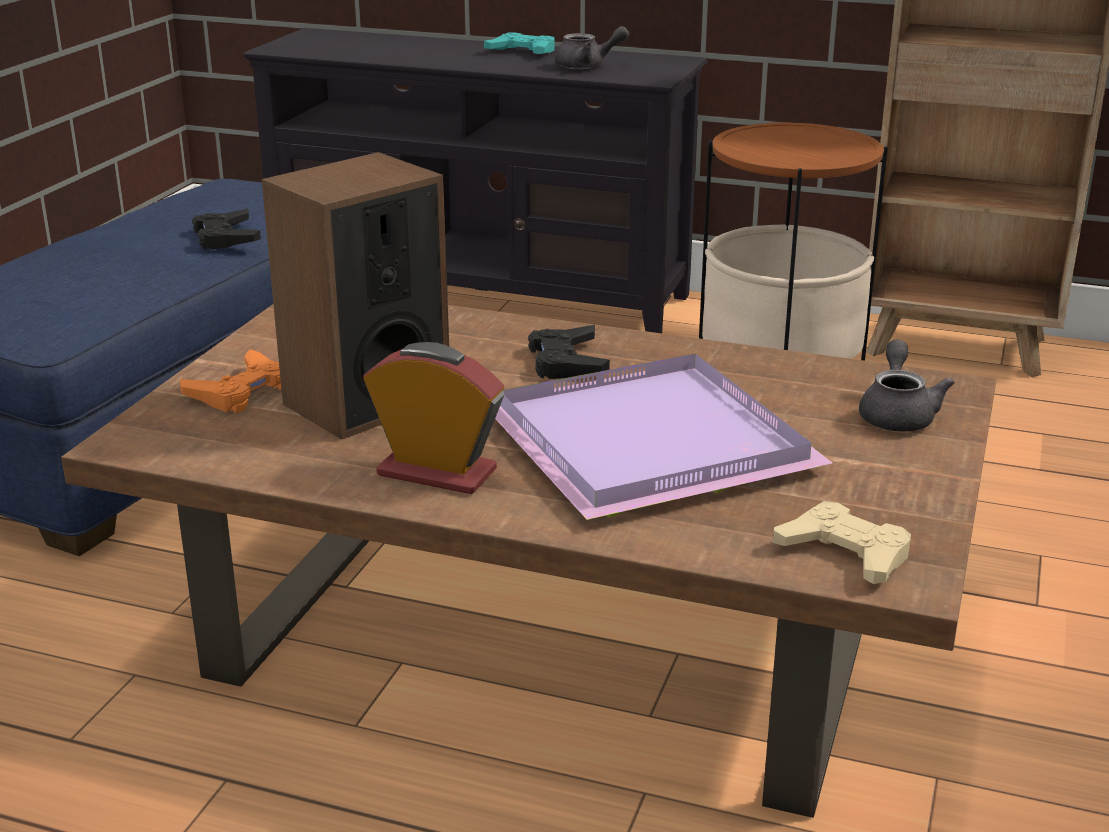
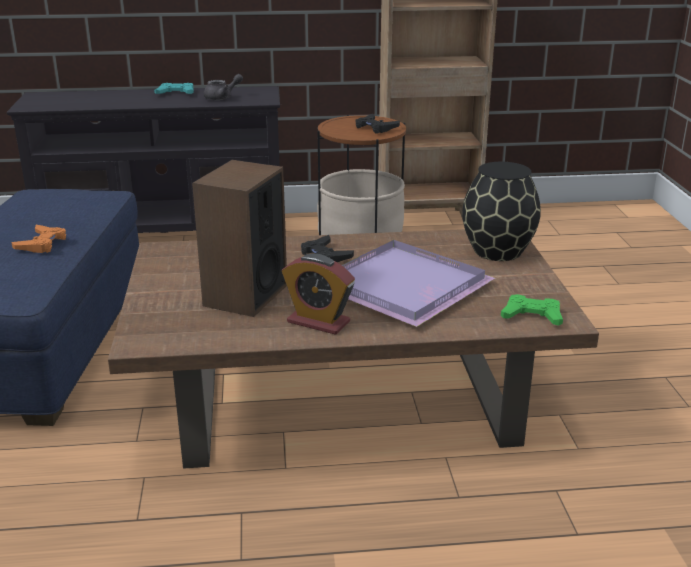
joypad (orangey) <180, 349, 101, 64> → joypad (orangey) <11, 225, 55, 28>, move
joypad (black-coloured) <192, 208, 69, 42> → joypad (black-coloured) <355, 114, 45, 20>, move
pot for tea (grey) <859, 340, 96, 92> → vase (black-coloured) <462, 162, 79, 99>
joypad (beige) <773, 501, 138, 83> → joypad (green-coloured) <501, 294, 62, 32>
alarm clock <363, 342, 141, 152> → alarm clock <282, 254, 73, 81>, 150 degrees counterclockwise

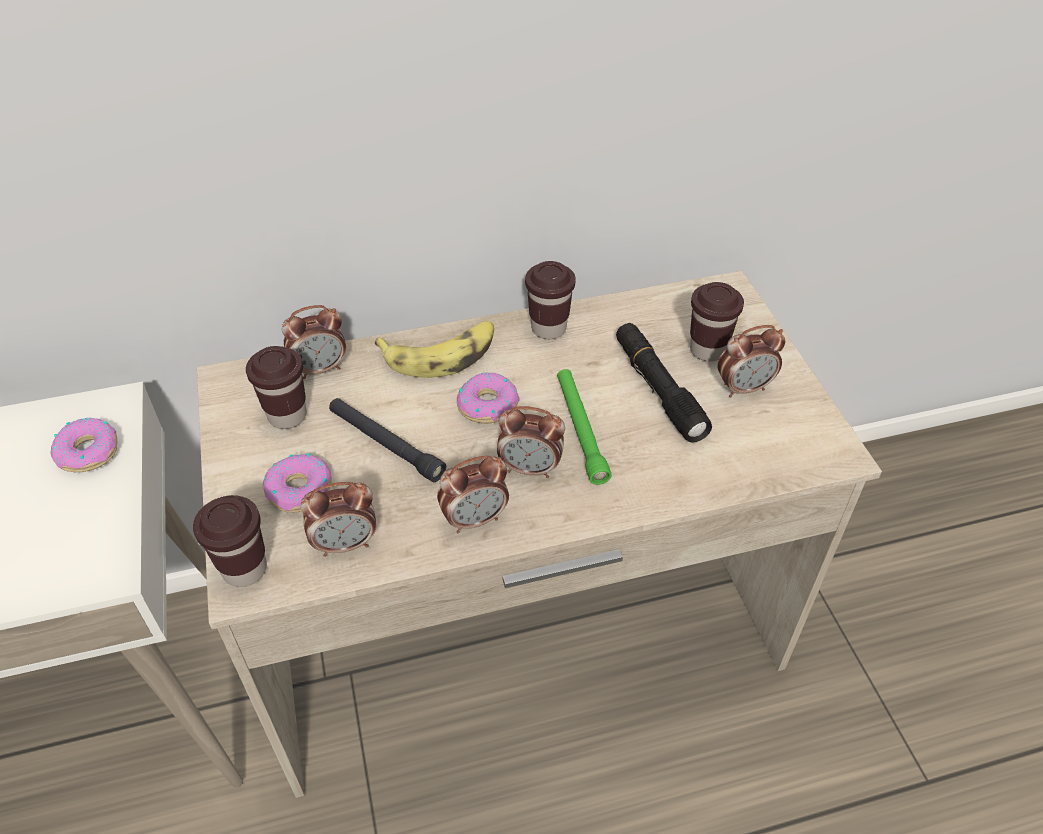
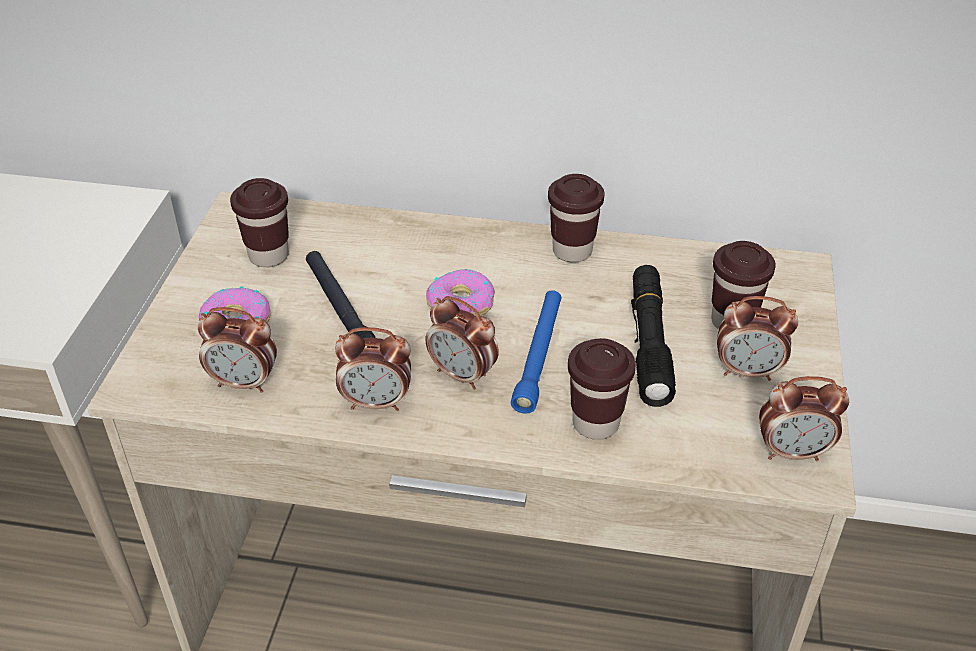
ring doughnut <50, 417, 67, 55> → -
whole banana <375, 321, 119, 57> → -
drinking cup (brown) <193, 495, 74, 92> → drinking cup (brown) <568, 338, 68, 102>, move
alarm clock <282, 305, 64, 74> → alarm clock <759, 376, 90, 85>, move
flashlight (green-coloured) <557, 369, 55, 116> → flashlight (bluish) <511, 290, 51, 124>

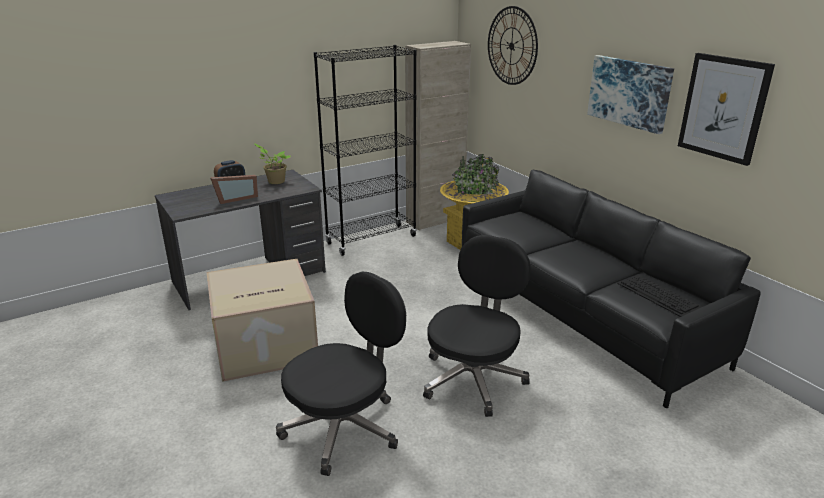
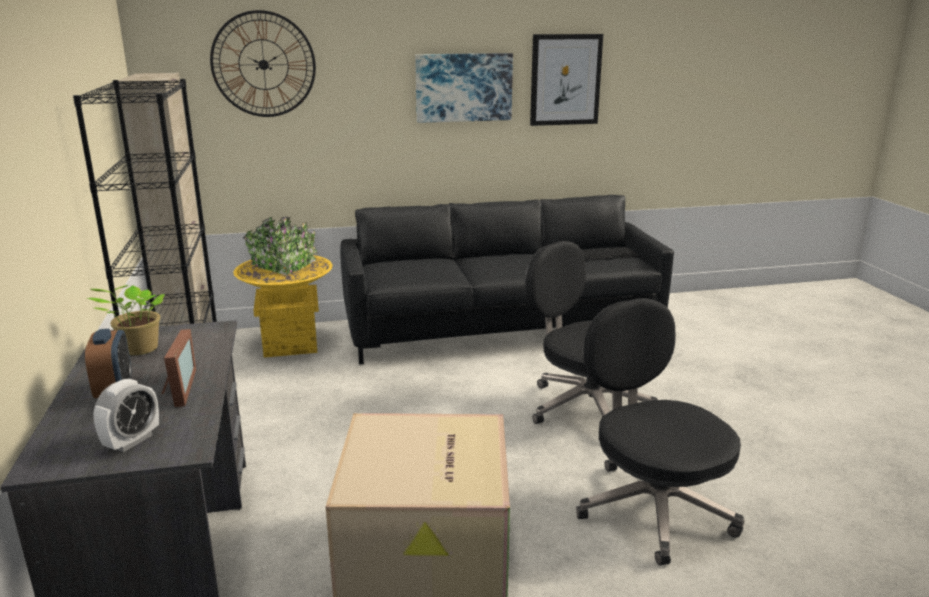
- → alarm clock <93, 379, 66, 73>

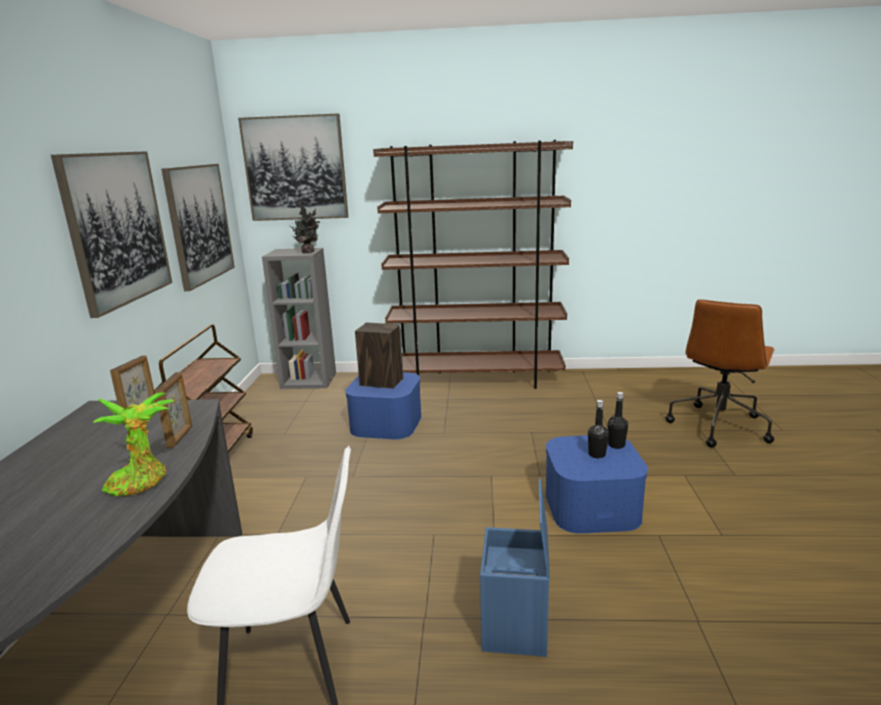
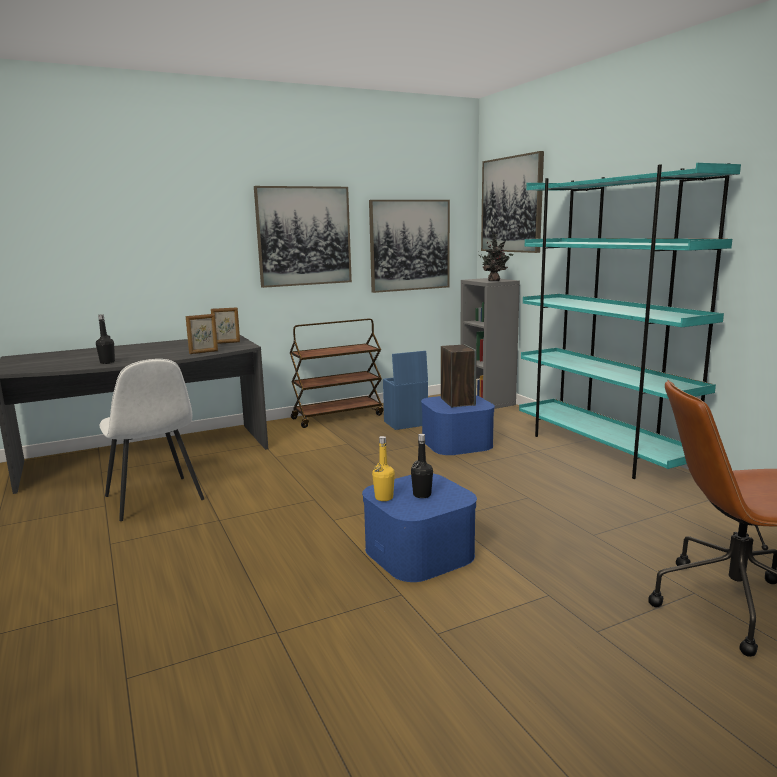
potted plant <93, 392, 81, 105> → -
- → drink bottle (yellowish) <372, 436, 23, 65>
storage bin (bluish) <480, 478, 70, 179> → storage bin (bluish) <383, 351, 45, 79>, move
drink bottle (black-coloured) <608, 392, 20, 57> → drink bottle (black-coloured) <96, 314, 19, 50>, move
shelving unit (brown) <373, 140, 200, 249> → shelving unit (turquoise) <519, 163, 222, 316>

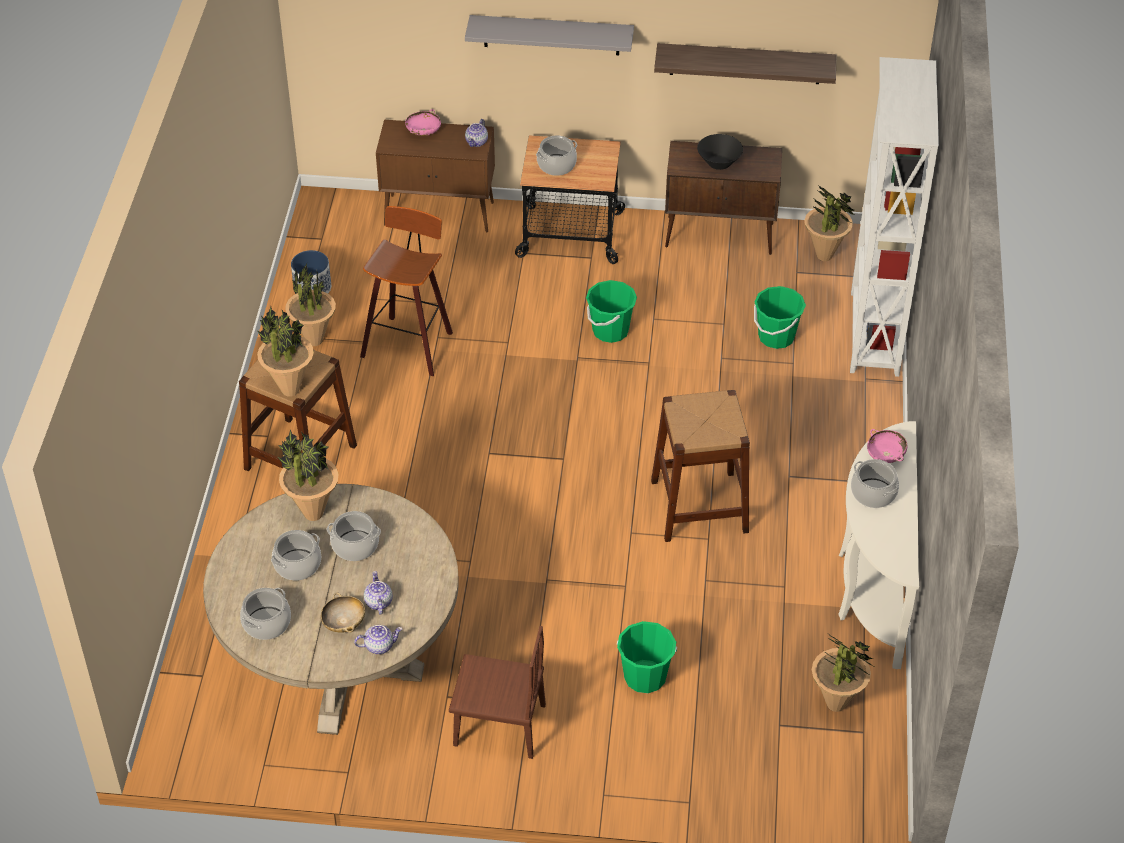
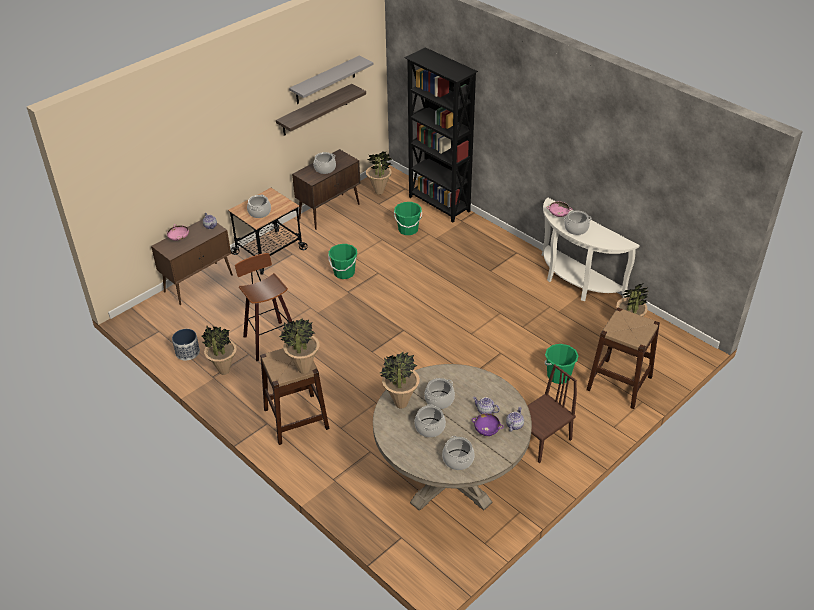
bracket shelf (grey) <465, 15, 169, 40> → bracket shelf (grey) <289, 56, 85, 48>, move
sitting stool (brown) <651, 390, 99, 152> → sitting stool (brown) <587, 308, 73, 101>, move
serving bowl (black-coloured) <697, 134, 46, 36> → saucepot <313, 152, 23, 22>
serving bowl (beige) <321, 593, 44, 40> → serving bowl (purple-coloured) <471, 413, 33, 23>
shelving unit (white-coloured) <850, 57, 89, 320> → shelving unit (black-coloured) <404, 47, 74, 176>

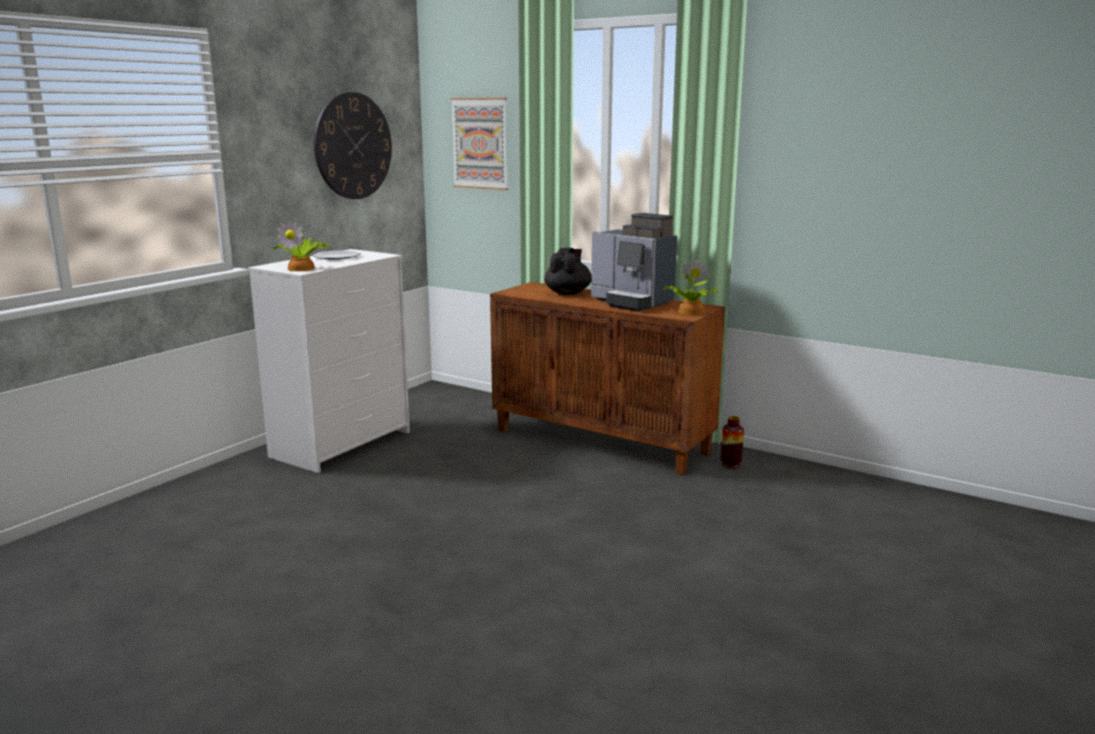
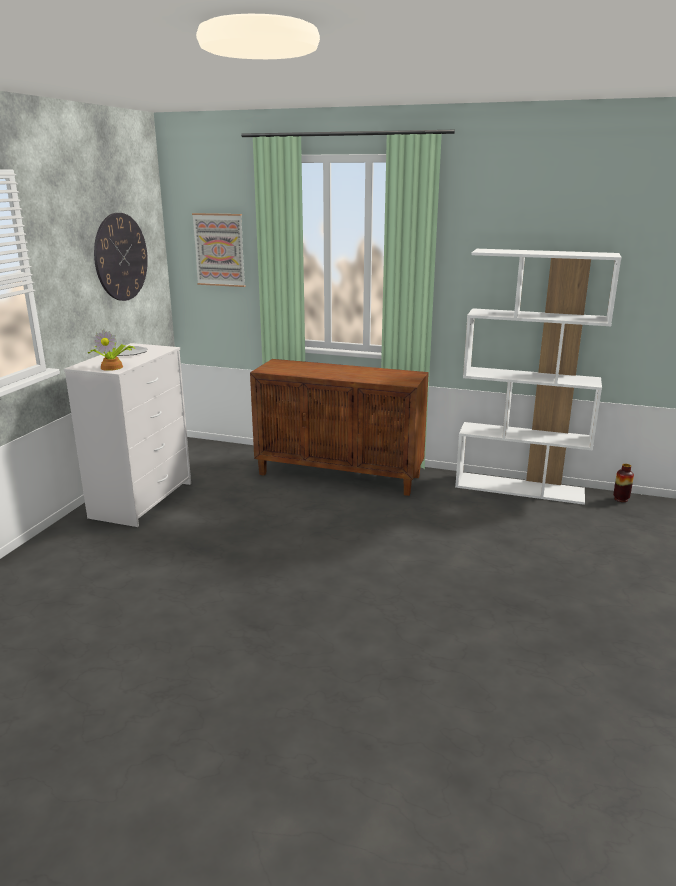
pot for tea (black-coloured) <545, 248, 46, 47> → -
coffee maker <591, 213, 86, 98> → -
potted plant <663, 259, 55, 56> → -
- → shelving unit (white-coloured) <455, 249, 167, 256>
vase <721, 416, 23, 52> → vase <613, 464, 21, 38>, move

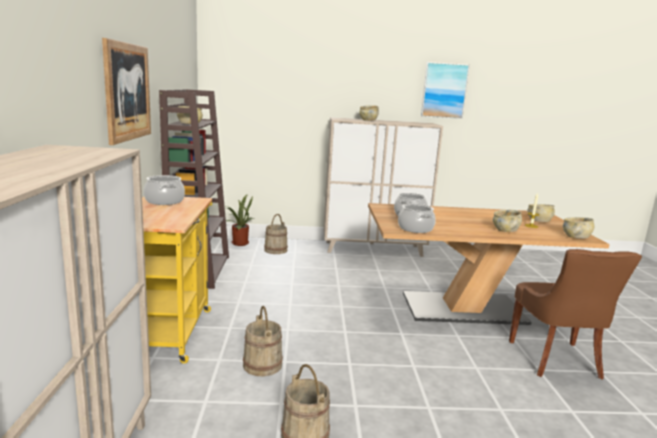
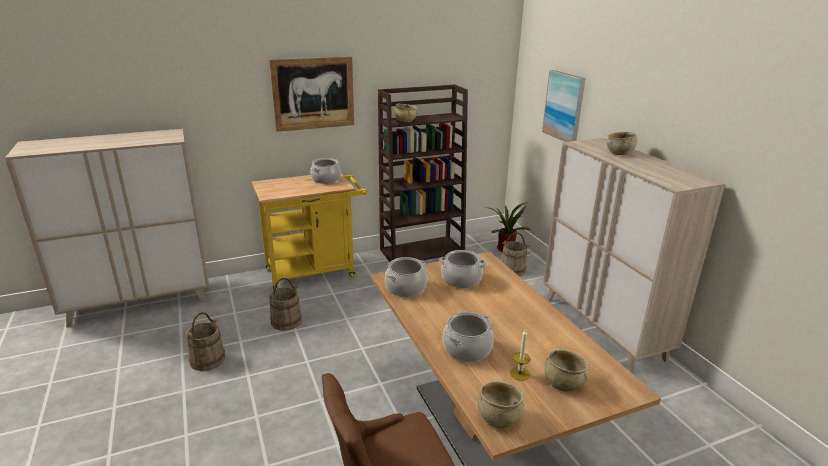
wall art <421, 62, 49, 57> → wall art <542, 70, 44, 72>, move
serving bowl (beige) <493, 210, 29, 22> → saucepot <442, 312, 52, 50>

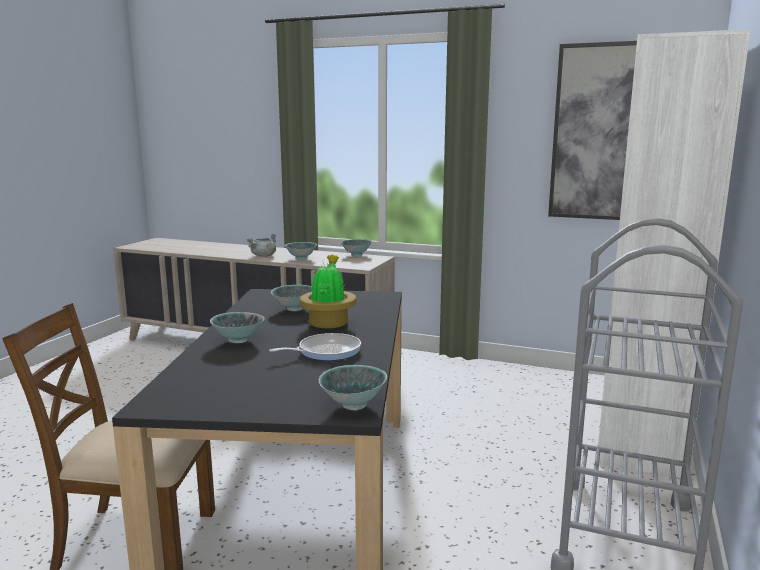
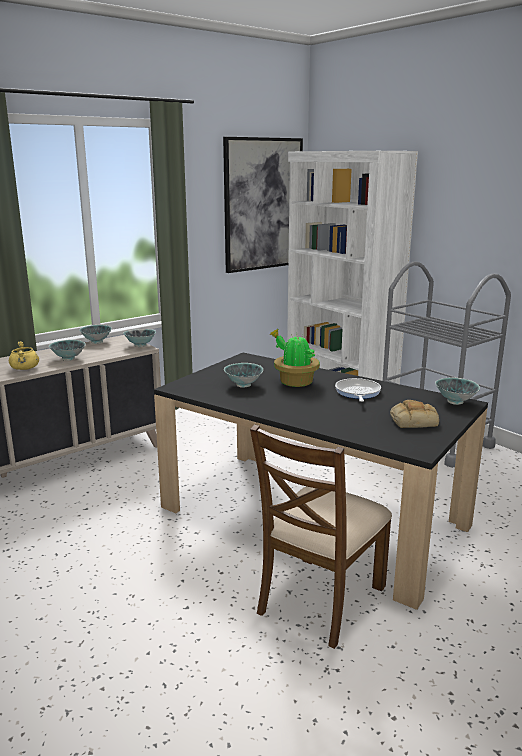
- → baked bread <390, 400, 49, 28>
serving bowl <210, 312, 55, 31> → serving bowl <123, 329, 33, 18>, move
saucepot (grey) <246, 233, 31, 24> → saucepot (yellowish) <9, 341, 30, 29>

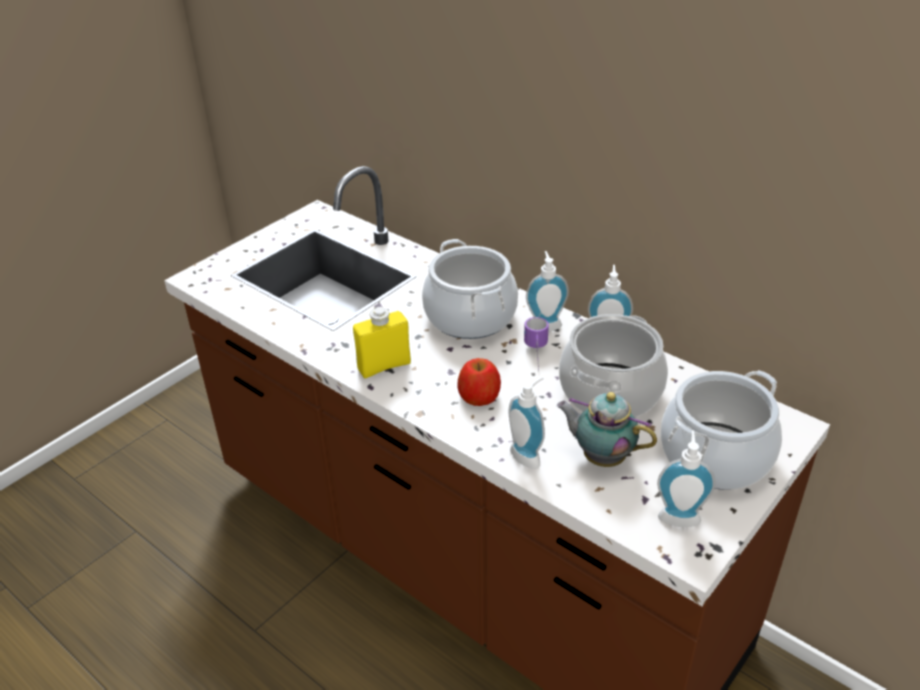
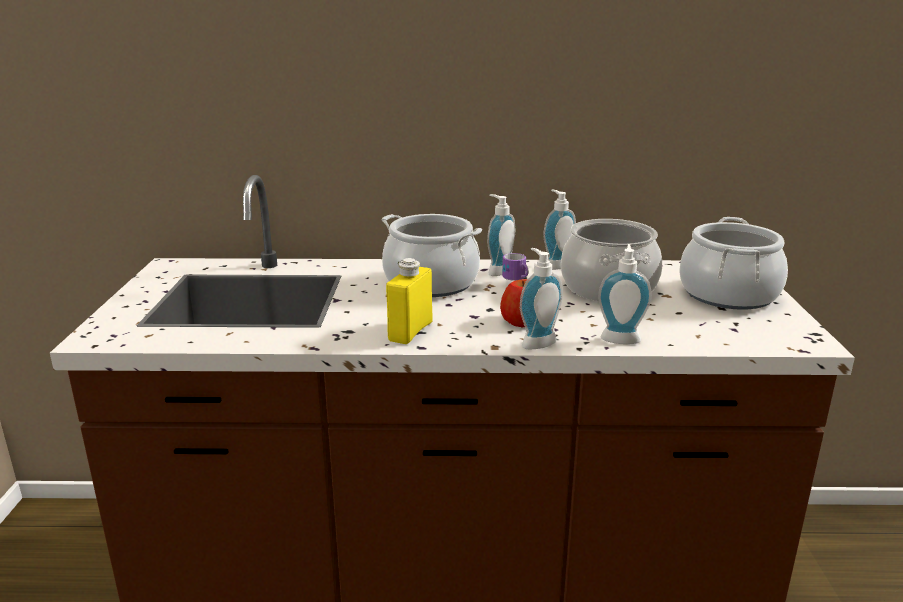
pot for tea <557, 392, 100, 75> → -
soap bottle <657, 431, 59, 96> → soap bottle <520, 248, 43, 102>, move

